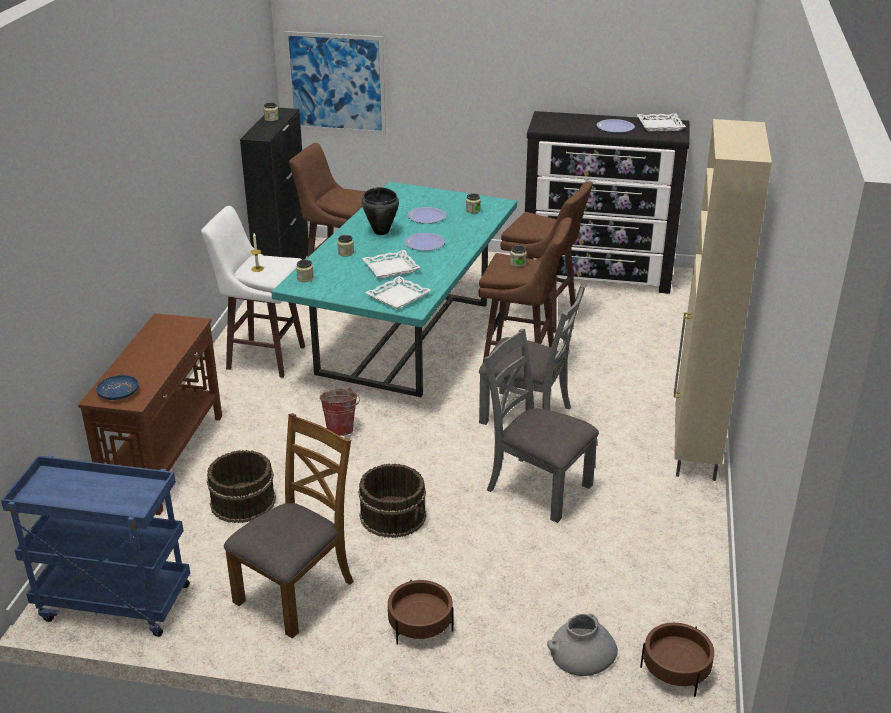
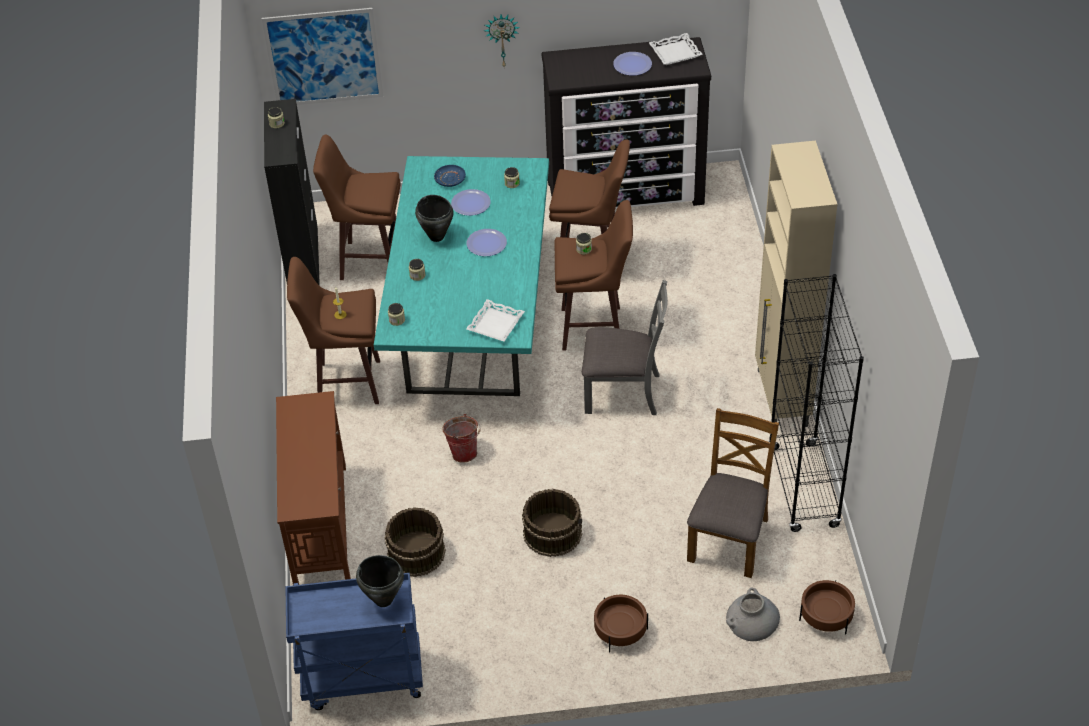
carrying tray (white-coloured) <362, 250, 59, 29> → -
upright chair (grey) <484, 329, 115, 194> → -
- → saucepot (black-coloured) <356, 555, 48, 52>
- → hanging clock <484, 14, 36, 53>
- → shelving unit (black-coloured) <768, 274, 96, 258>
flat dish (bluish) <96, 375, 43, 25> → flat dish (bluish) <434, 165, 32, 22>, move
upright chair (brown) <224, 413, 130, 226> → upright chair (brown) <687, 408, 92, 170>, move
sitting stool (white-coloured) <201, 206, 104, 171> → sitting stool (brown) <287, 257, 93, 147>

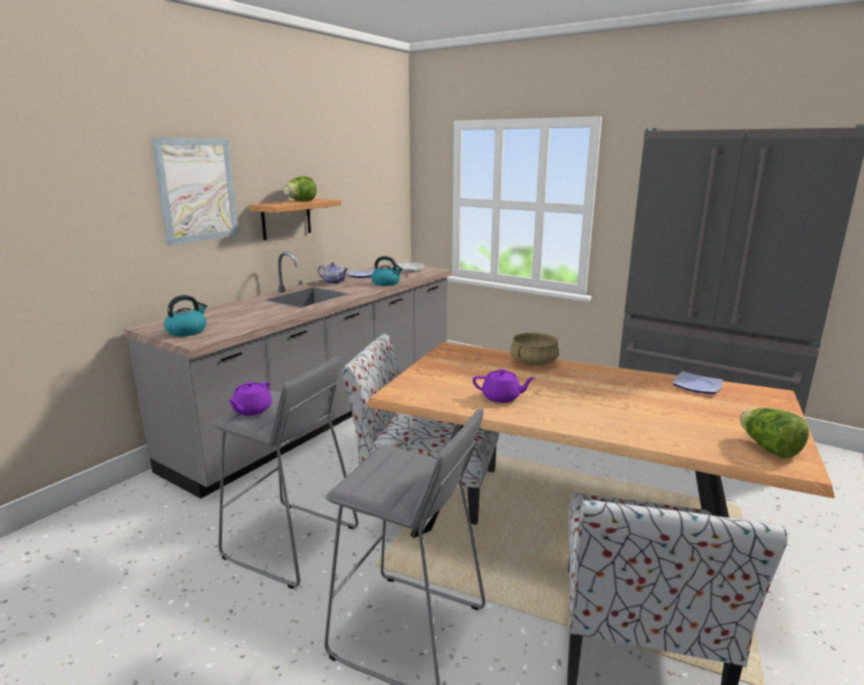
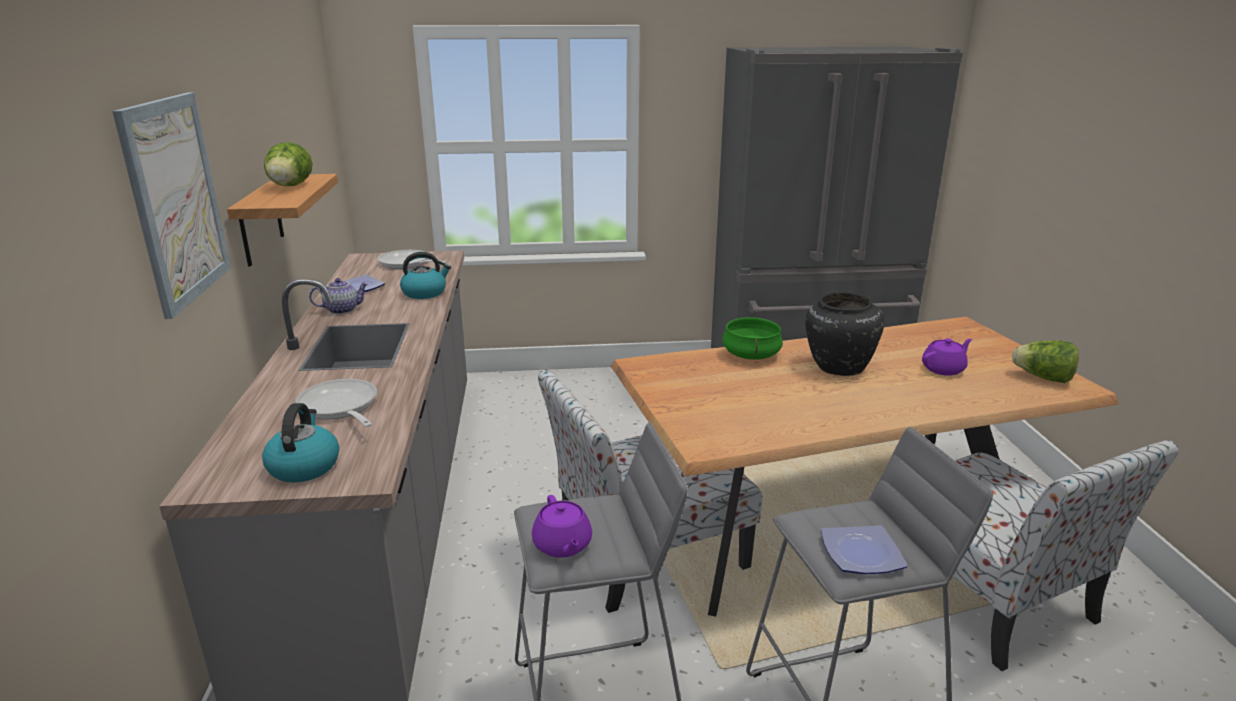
- → pan <295, 379, 82, 48>
- → vase (black-coloured) <805, 292, 79, 84>
pot for tea (purple-coloured) <473, 369, 62, 34> → pot for tea (purple-coloured) <922, 338, 50, 38>, move
flat dish <673, 371, 50, 23> → flat dish <821, 525, 87, 49>, move
saucepot (beige) <510, 333, 49, 33> → saucepot (green-coloured) <723, 317, 60, 43>

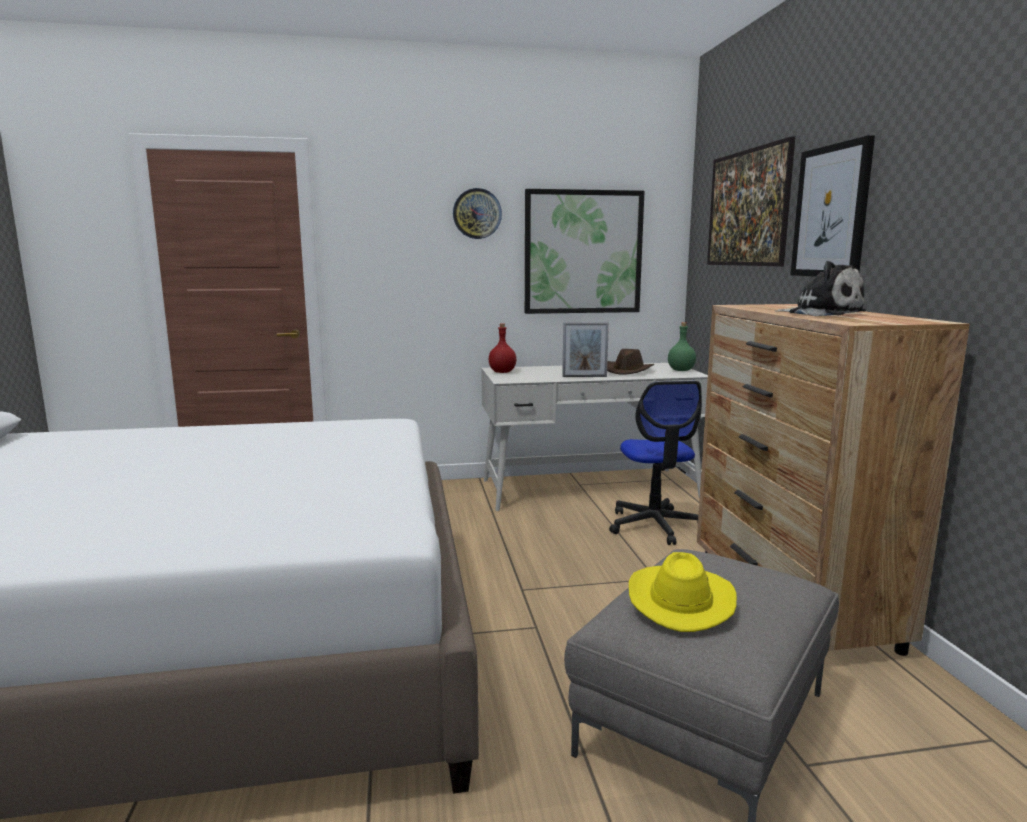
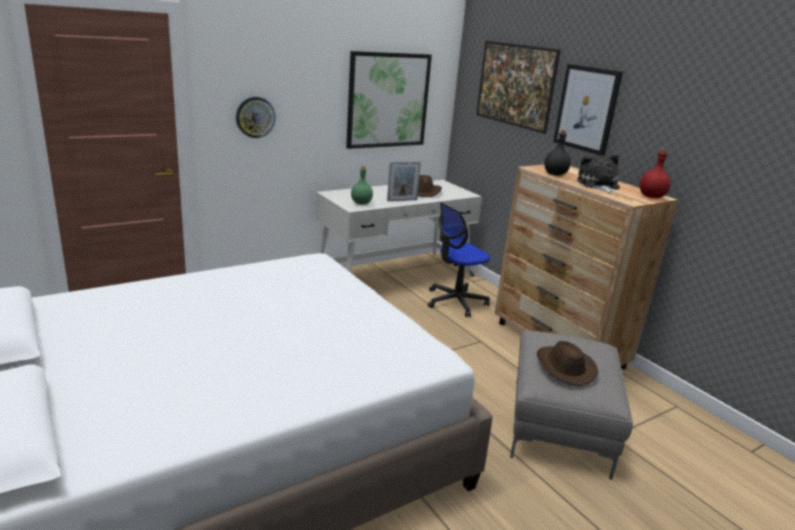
- → drink bottle (black-coloured) <544, 130, 27, 46>
hanging clock <453, 188, 49, 51> → hanging clock <236, 97, 40, 41>, move
drink bottle (red-coloured) <489, 323, 27, 50> → drink bottle (red-coloured) <640, 148, 31, 50>, move
drink bottle (green-coloured) <668, 322, 28, 49> → drink bottle (green-coloured) <351, 166, 22, 38>, move
hat (yellowish) <629, 552, 108, 80> → hat (brown) <537, 341, 62, 45>
desk chair <609, 381, 93, 164> → desk chair <428, 202, 62, 115>, 90 degrees clockwise
cuddly toy <775, 261, 91, 55> → cuddly toy <577, 155, 43, 39>, 120 degrees counterclockwise

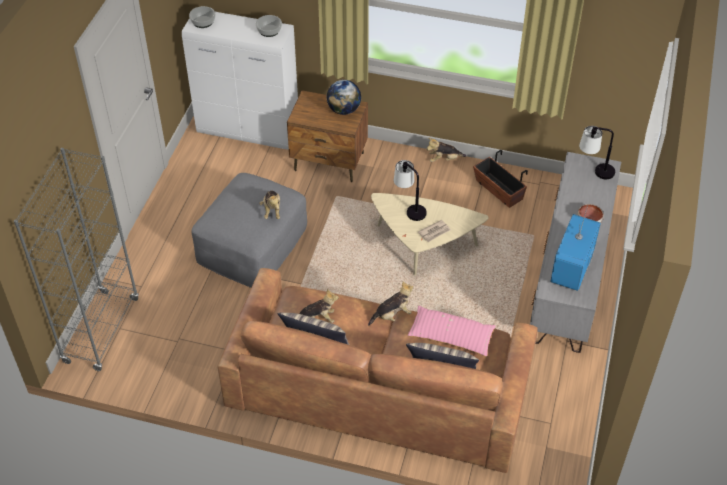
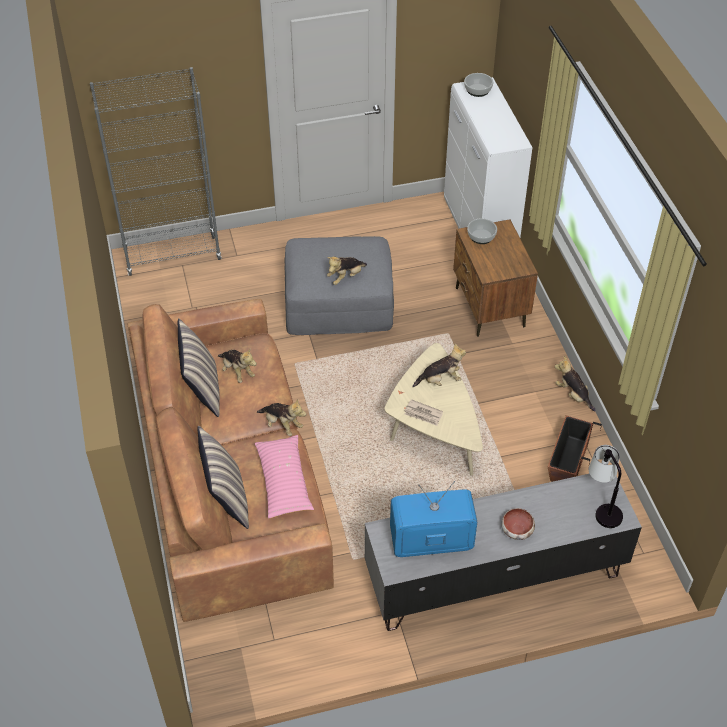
globe <327, 80, 34, 35> → -
serving bowl <256, 15, 26, 22> → serving bowl <467, 218, 30, 26>, move
tabletop lamp <394, 160, 33, 61> → cuddly toy <412, 343, 54, 44>

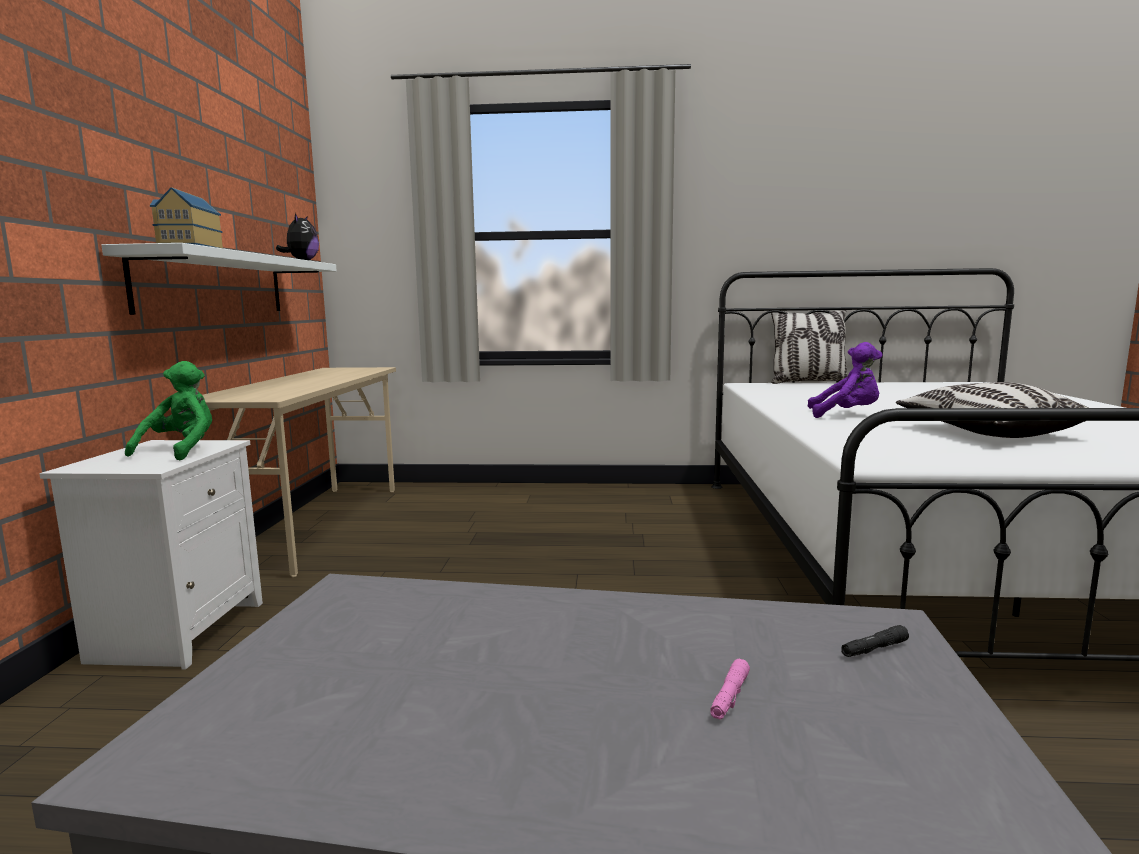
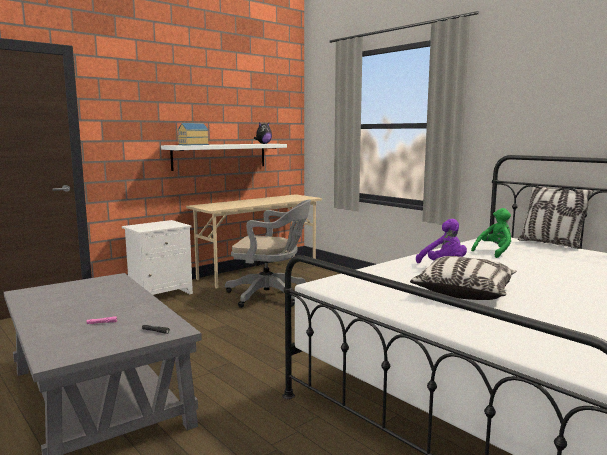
- → desk chair (grey) <225, 199, 86, 109>
cuddly toy (green-coloured) <125, 361, 87, 99> → cuddly toy (green-coloured) <471, 208, 40, 50>, move

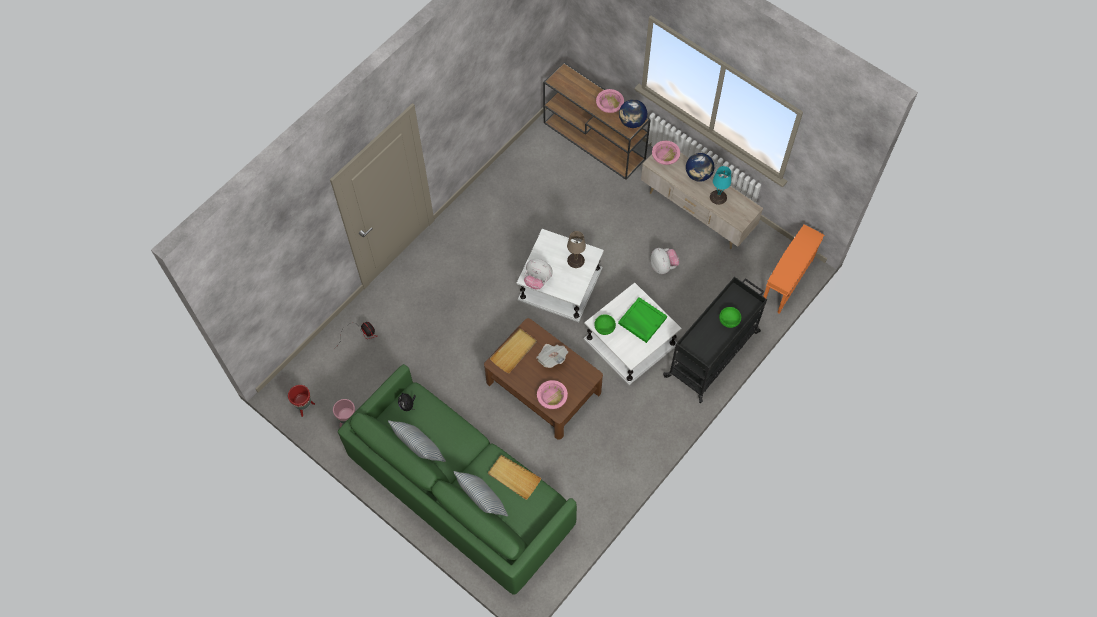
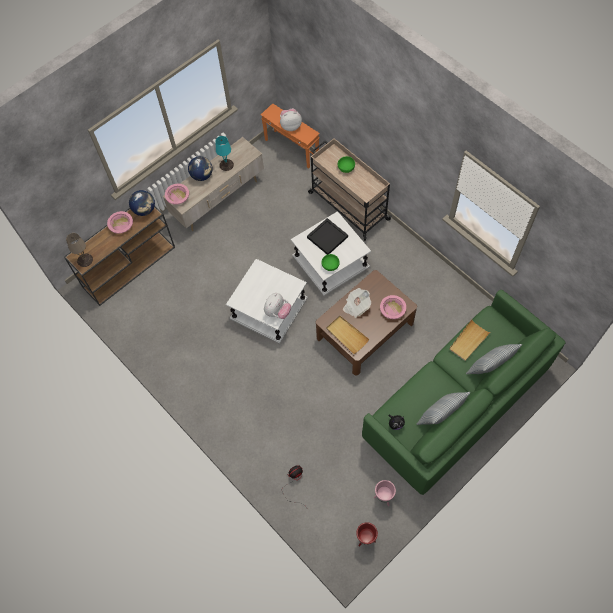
tabletop lamp (beige) <567, 231, 19, 37> → tabletop lamp (beige) <66, 233, 27, 34>, move
cuddly toy <651, 248, 28, 26> → cuddly toy <280, 108, 22, 23>, move
carrying tray (green-coloured) <618, 297, 49, 46> → carrying tray (black-coloured) <307, 218, 41, 37>
wheeled cart (black-coloured) <663, 277, 104, 126> → wheeled cart (beige) <308, 138, 84, 103>

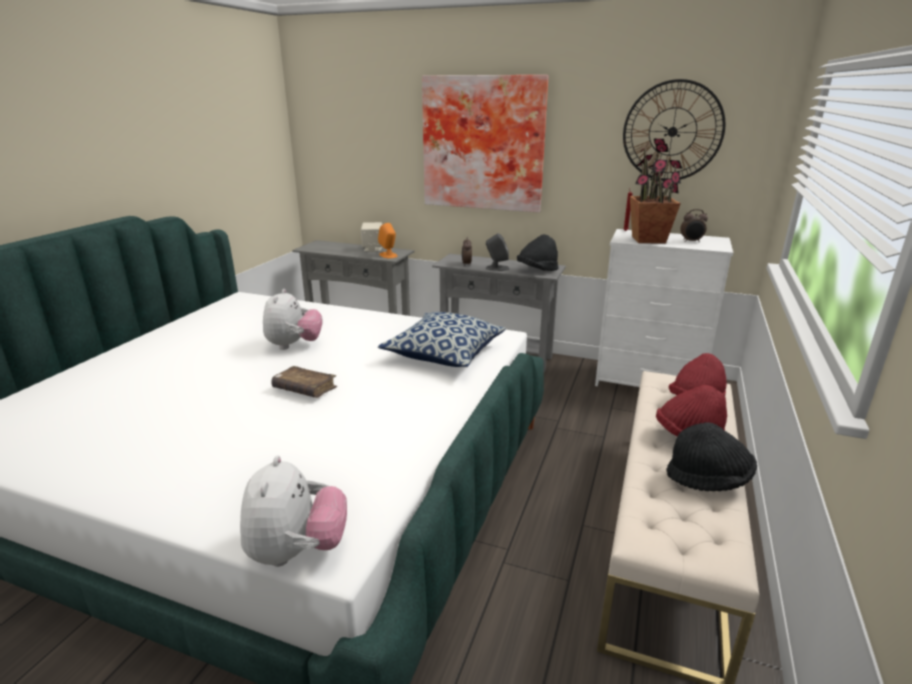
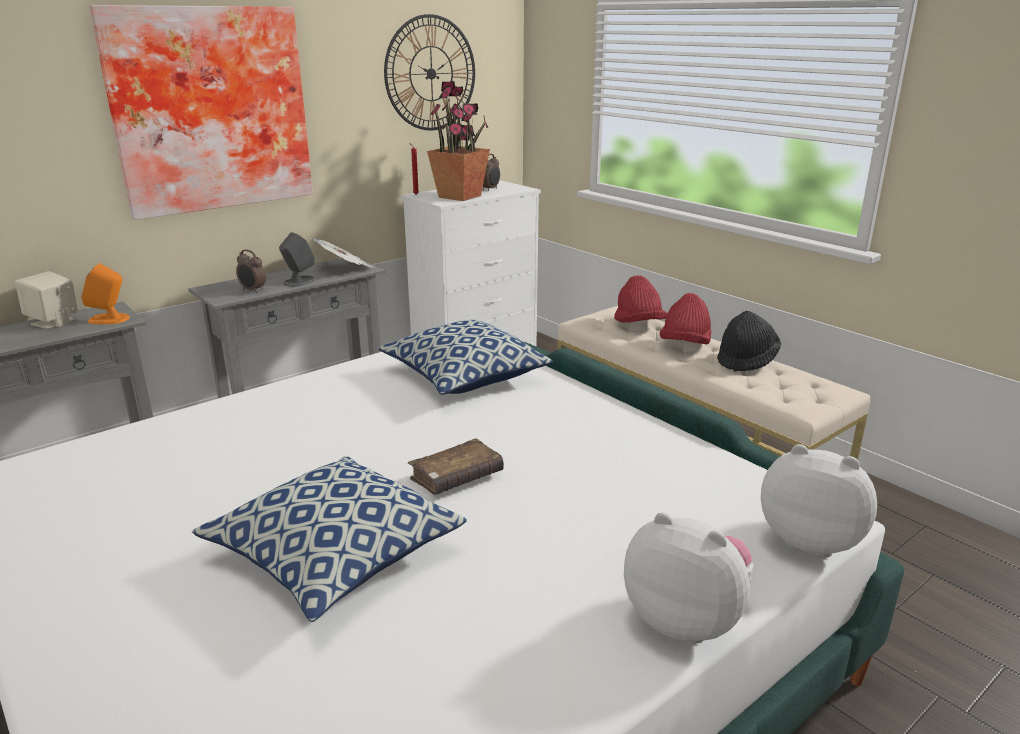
- → cushion <192, 456, 275, 166>
cuddly toy <263, 289, 59, 61> → cuddly toy <624, 512, 130, 132>, move
hat (black-coloured) <517, 234, 42, 37> → printed paper <309, 238, 66, 30>

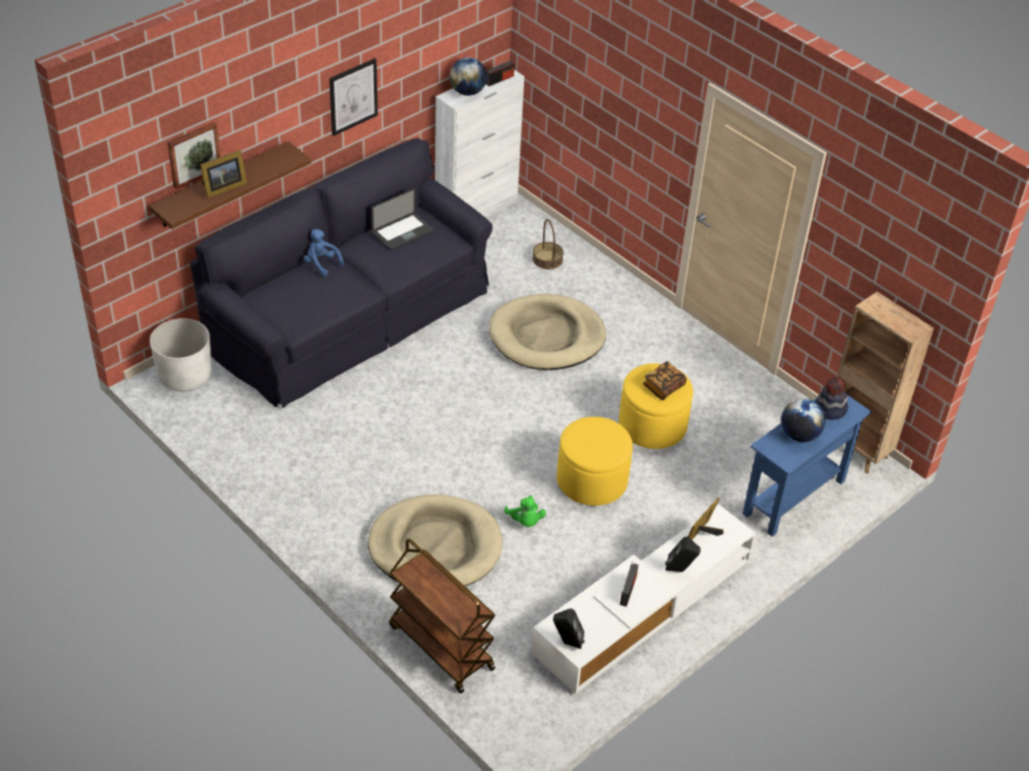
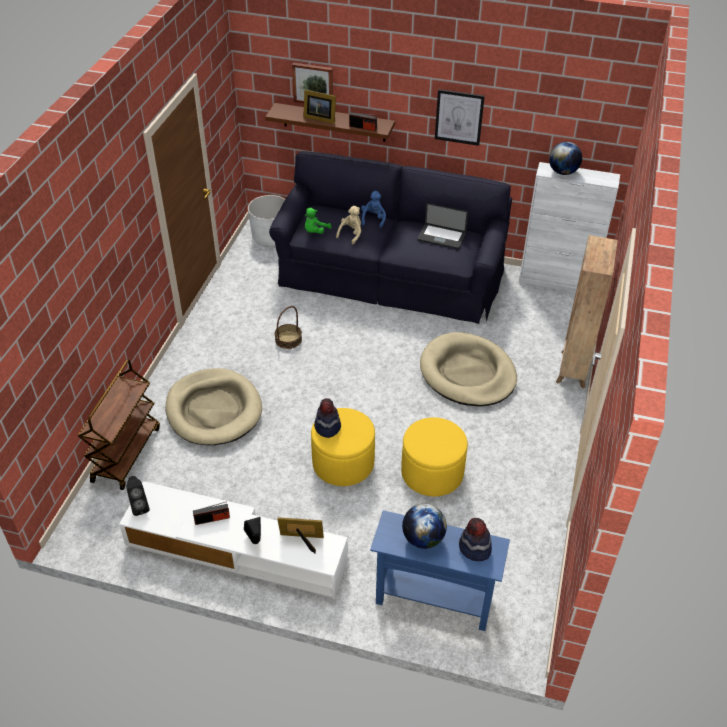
bound book <643, 361, 43, 39> → -
- → hat <314, 398, 27, 40>
- → cuddly toy (beige) <336, 206, 25, 38>
radio set <486, 58, 29, 28> → radio set <349, 112, 28, 19>, move
cuddly toy (green-coloured) <504, 495, 42, 32> → cuddly toy (green-coloured) <305, 208, 26, 26>, move
basket <532, 219, 32, 51> → basket <275, 306, 27, 43>, move
shelving unit (brown) <837, 292, 97, 182> → shelving unit (brown) <556, 235, 62, 153>, move

